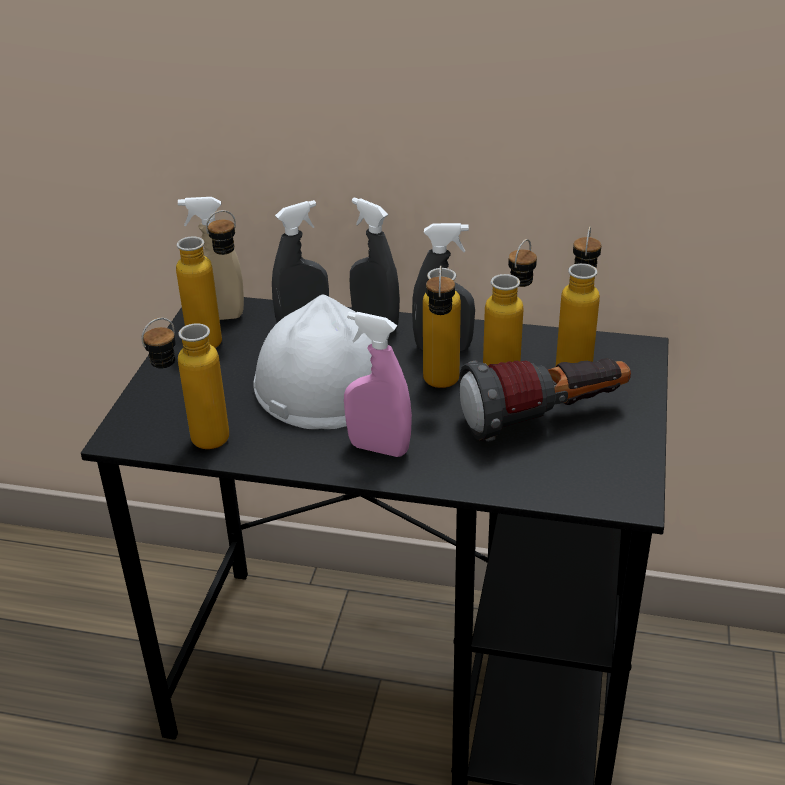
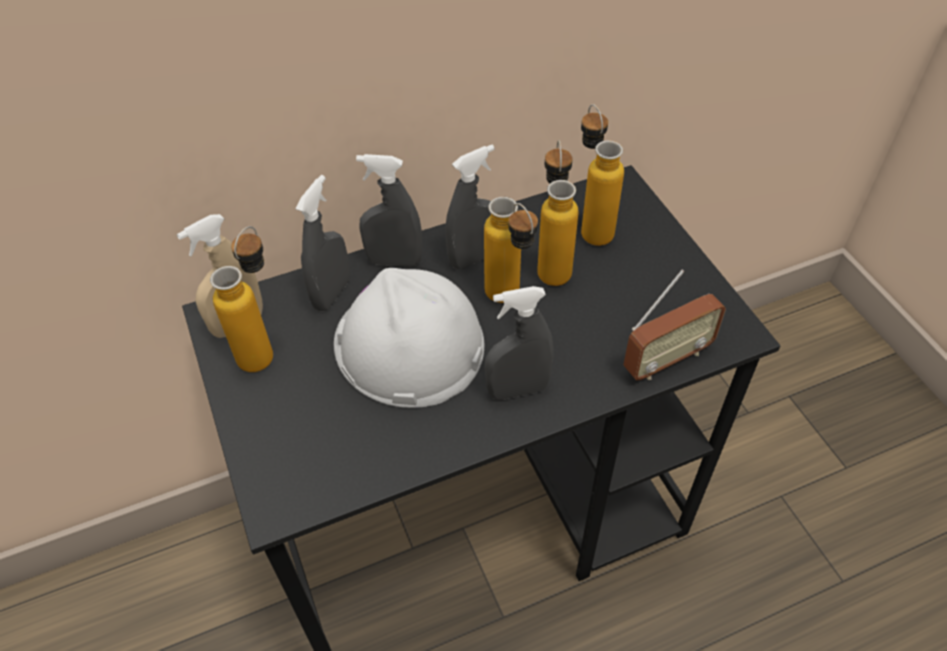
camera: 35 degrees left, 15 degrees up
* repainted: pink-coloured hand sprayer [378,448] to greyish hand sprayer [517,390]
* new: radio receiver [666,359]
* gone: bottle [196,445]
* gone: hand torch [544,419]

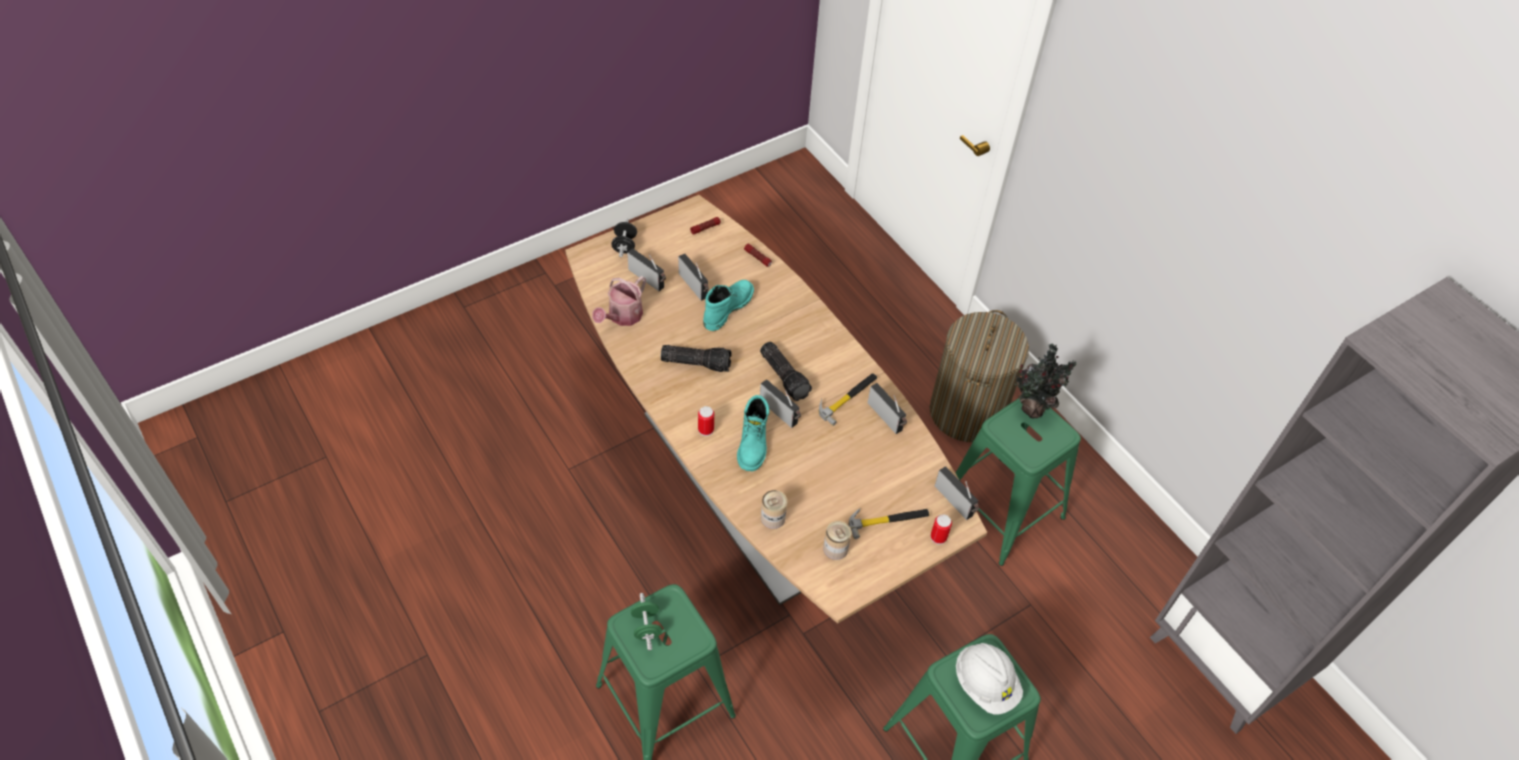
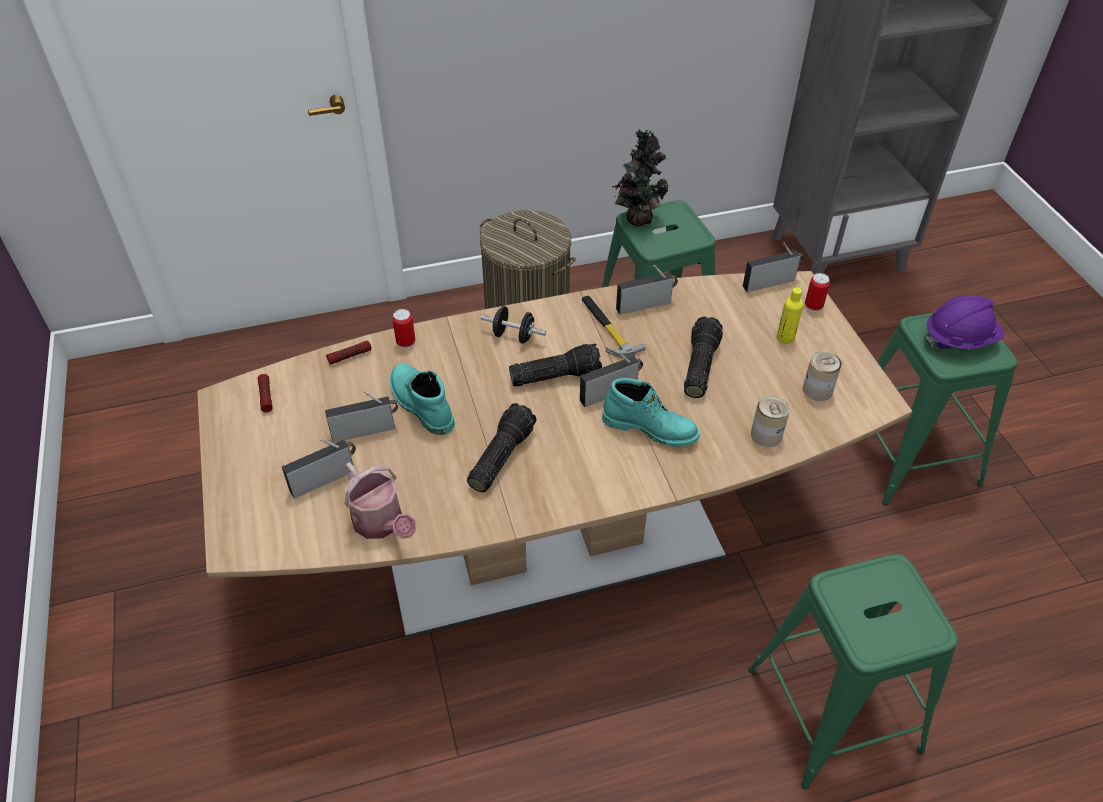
camera: 70 degrees left, 5 degrees down
* shifted: can [706,430] to [406,342]
* shifted: blackish dumbbell [624,245] to [513,336]
* new: hand torch [698,366]
* swapped: hand hammer [888,520] to yellowish bottle [785,338]
* repainted: whitish work helmet [985,684] to purplish work helmet [959,339]
* gone: green-coloured dumbbell [646,627]

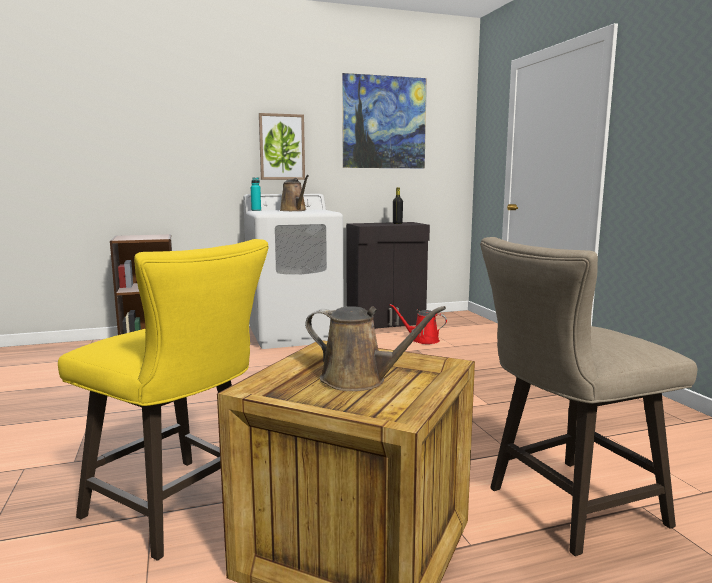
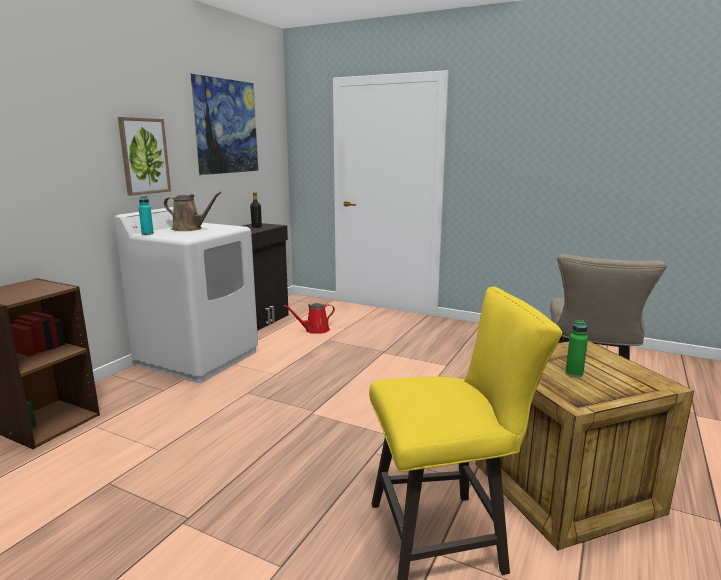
camera: 45 degrees left, 5 degrees up
* swapped: brown sprinkling can [359,380] to green-coloured bottle [574,373]

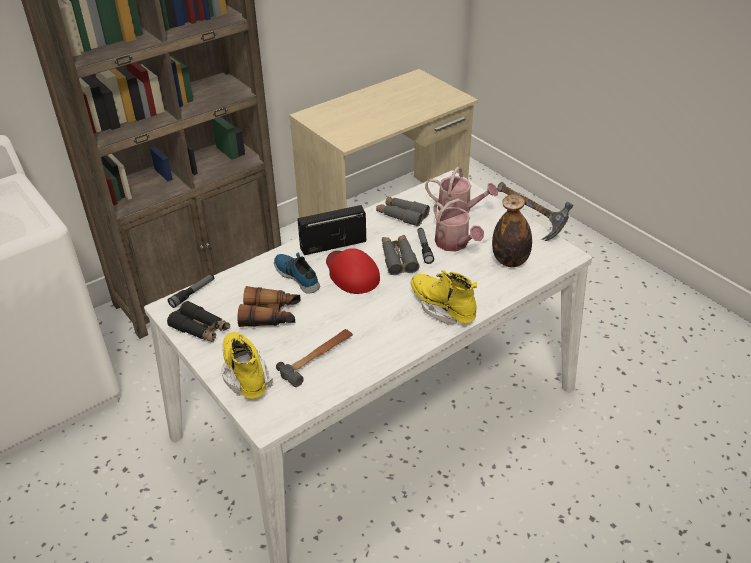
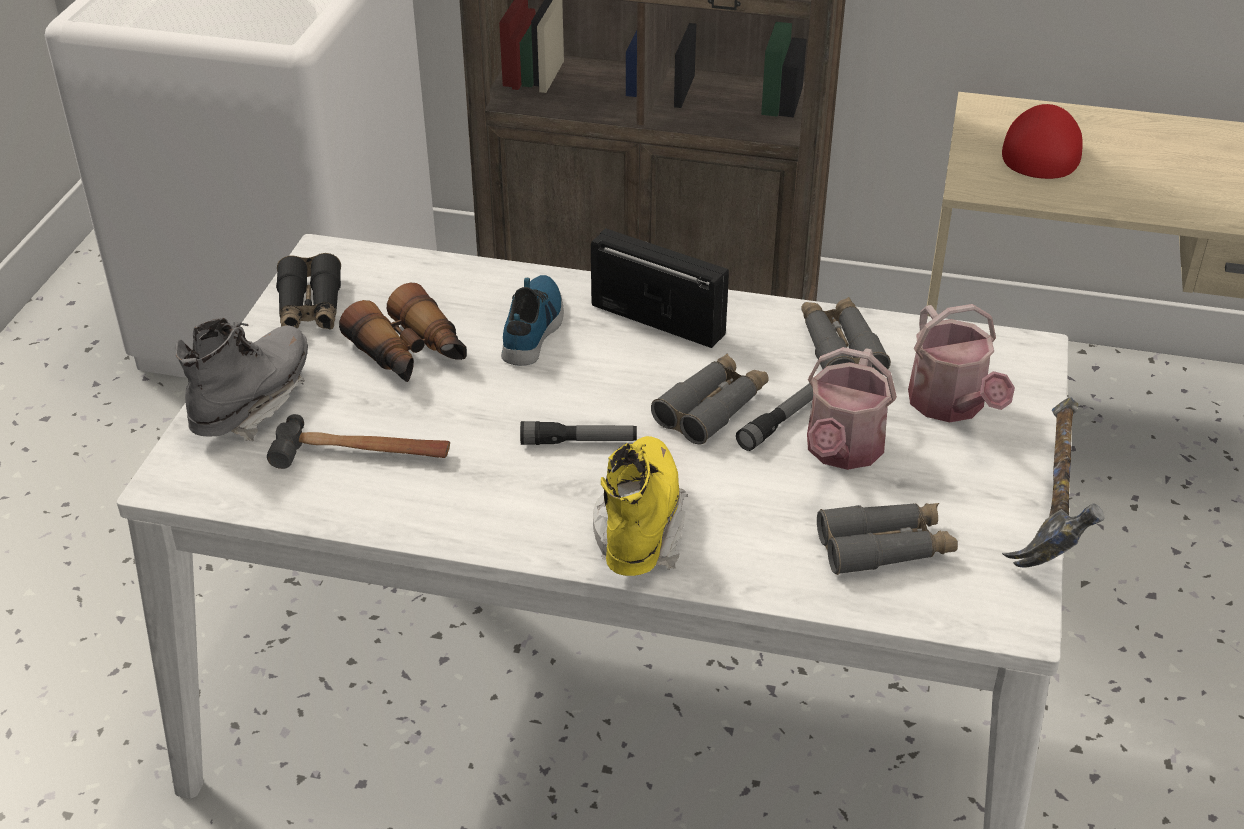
camera: 50 degrees right, 0 degrees up
* repainted: yellowish boot [245,375] to greyish boot [253,404]
* shifted: hand torch [193,293] to [579,442]
* swapped: bottle [510,261] to greyish binoculars [885,547]
* shifted: red-coloured peaked cap [351,273] to [1042,149]

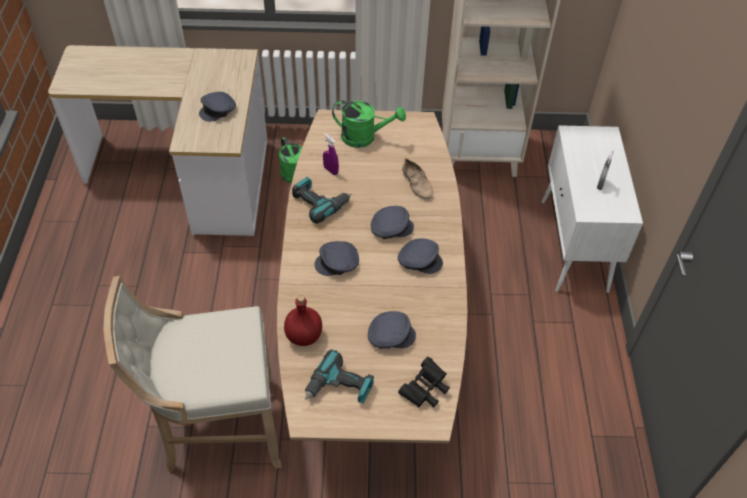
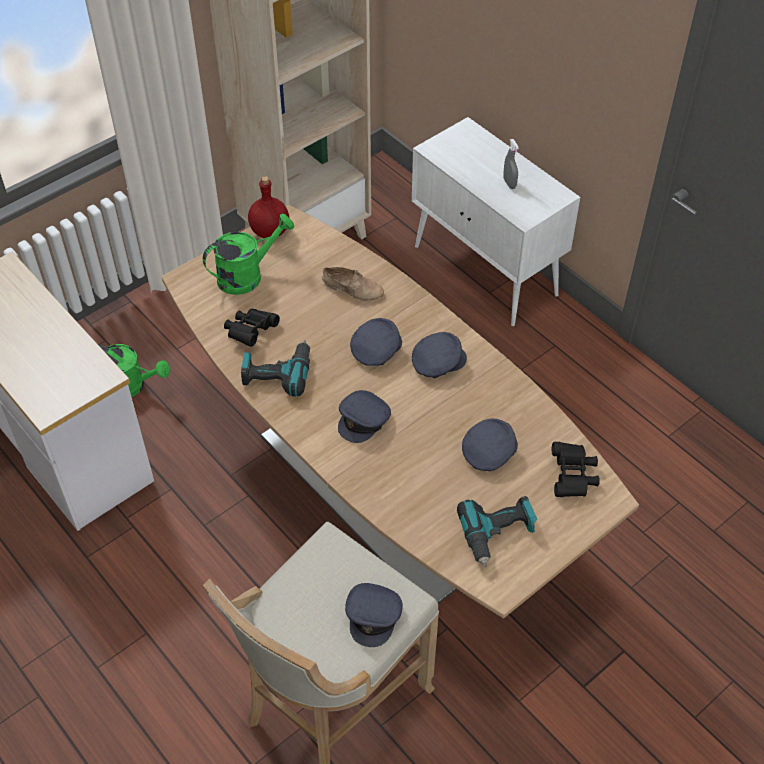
camera: 40 degrees left, 0 degrees up
* swapped: purplish hand sprayer [331,170] to blackish binoculars [250,332]
* shifted: red-coloured bottle [304,336] to [270,231]
* shifted: greyish peaked cap [218,110] to [373,616]

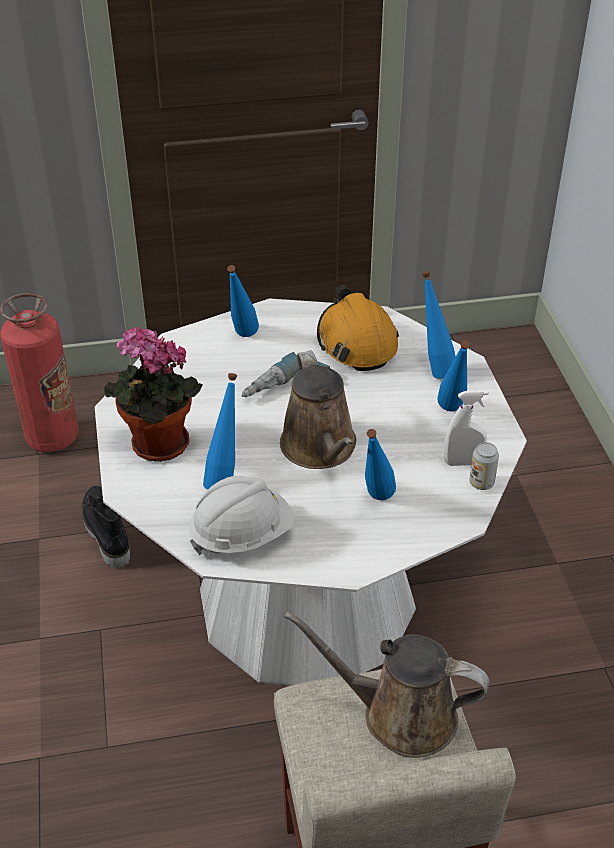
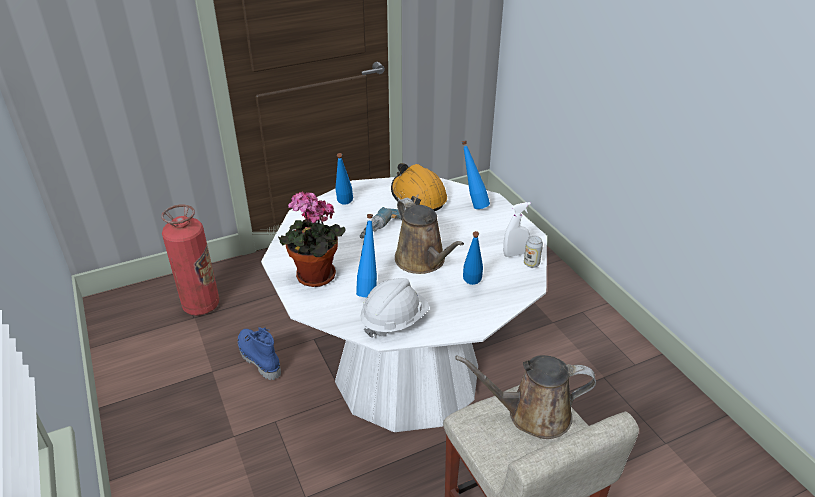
camera: 15 degrees left, 5 degrees down
* repainted: blackish boot [105,533] to blue-coloured boot [258,359]
* gone: blue-coloured bottle [451,413]

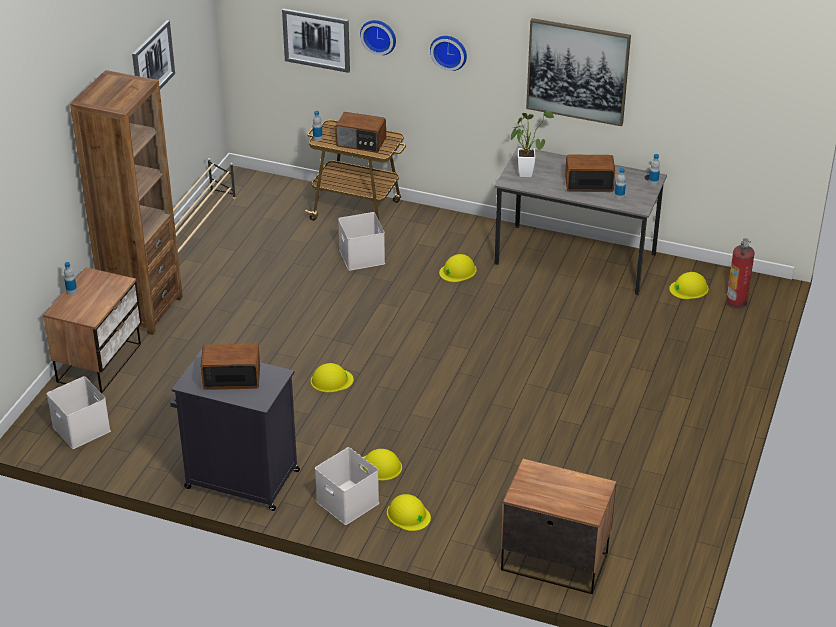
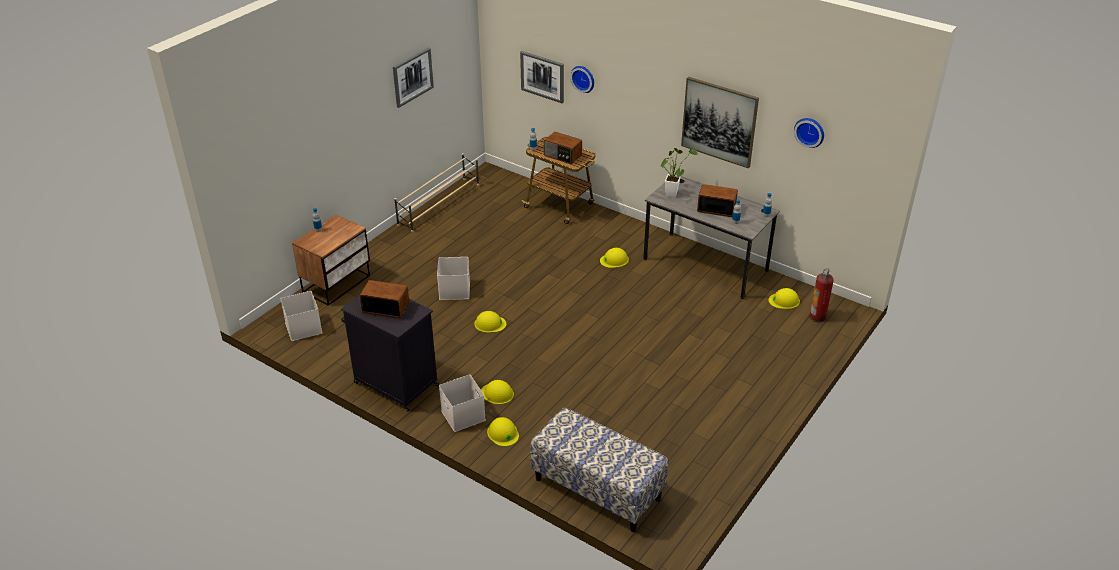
camera: 15 degrees right, 0 degrees up
* shifted: whitish storage box [360,256] to [454,289]
* swapped: bedside table [554,560] to long seat [597,489]
* shifted: hanging clock [449,51] to [810,131]
* gone: brown bookshelf [142,310]

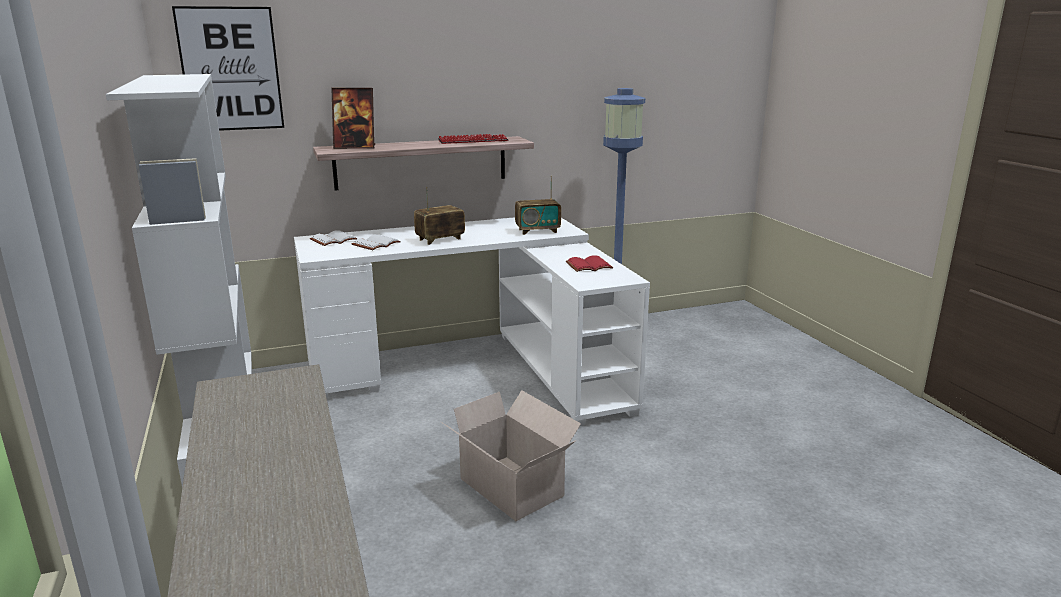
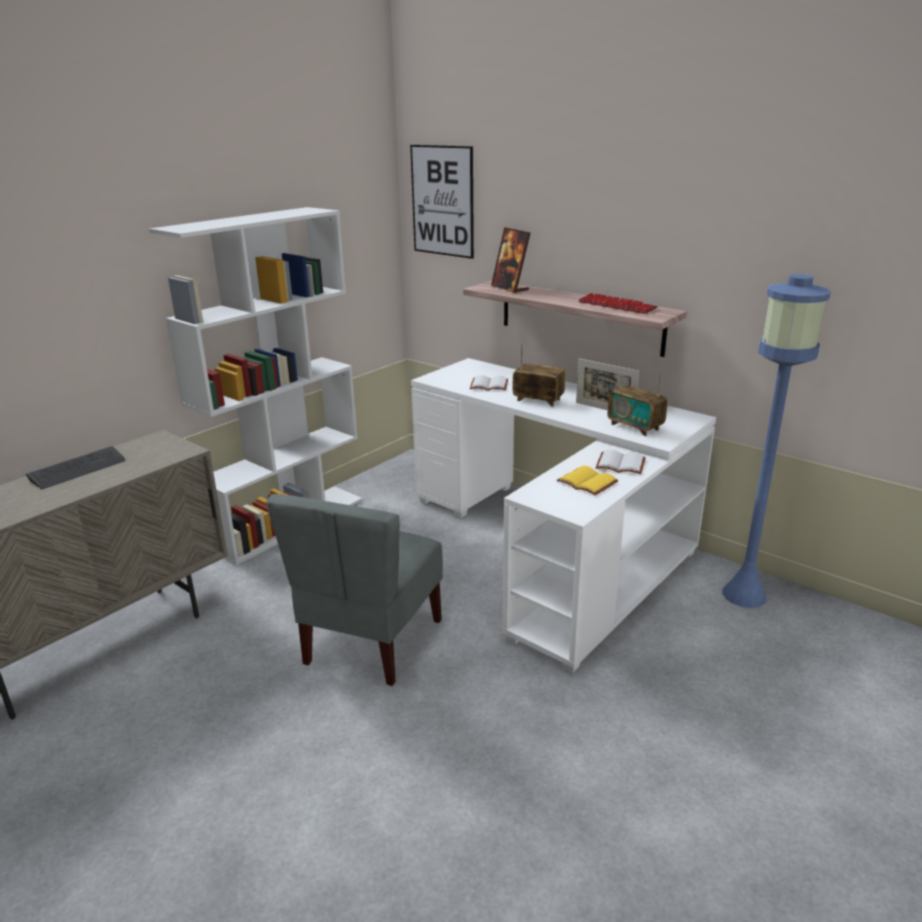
camera: 60 degrees right, 5 degrees up
* new: PC keyboard [78,469]
* swapped: cardboard box [512,489] to greyish plain chair [371,642]
* repainted: red-coloured book [589,265] to yellowish book [588,482]
* new: standing frame [604,409]
* shifted: whitish book [333,240] to [621,464]

